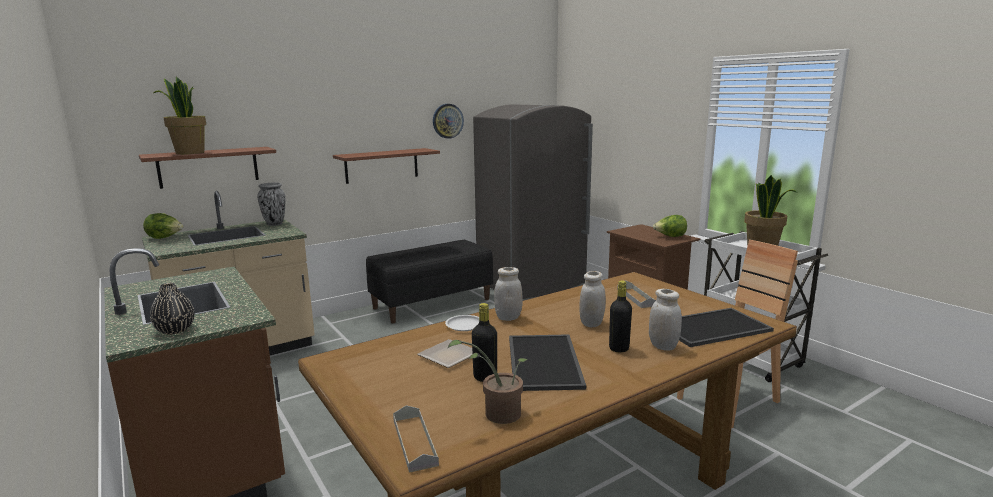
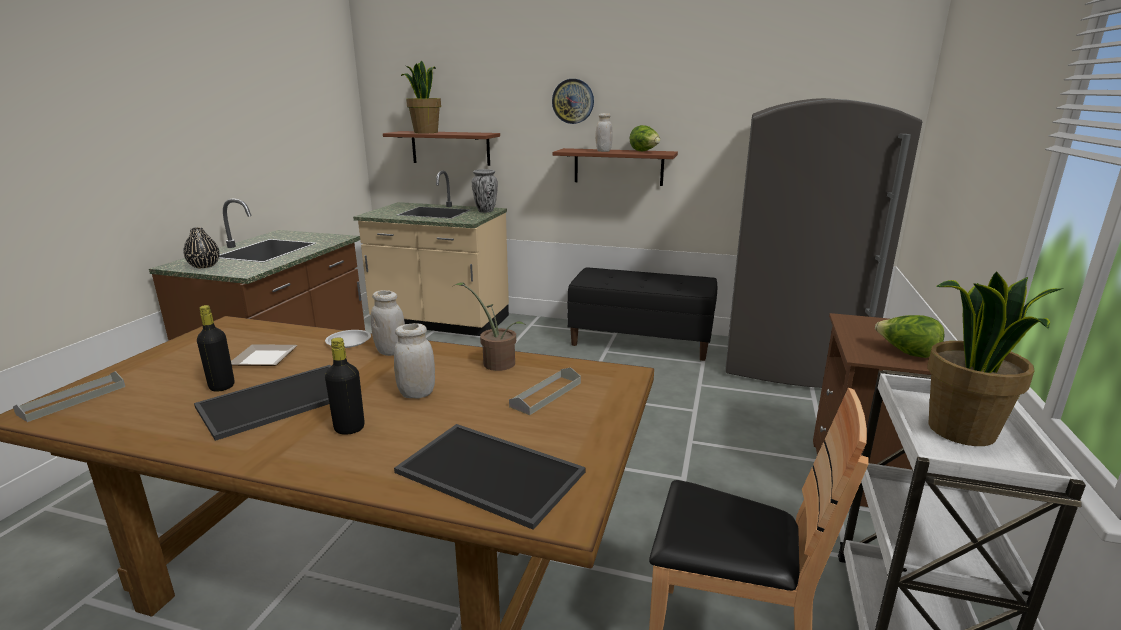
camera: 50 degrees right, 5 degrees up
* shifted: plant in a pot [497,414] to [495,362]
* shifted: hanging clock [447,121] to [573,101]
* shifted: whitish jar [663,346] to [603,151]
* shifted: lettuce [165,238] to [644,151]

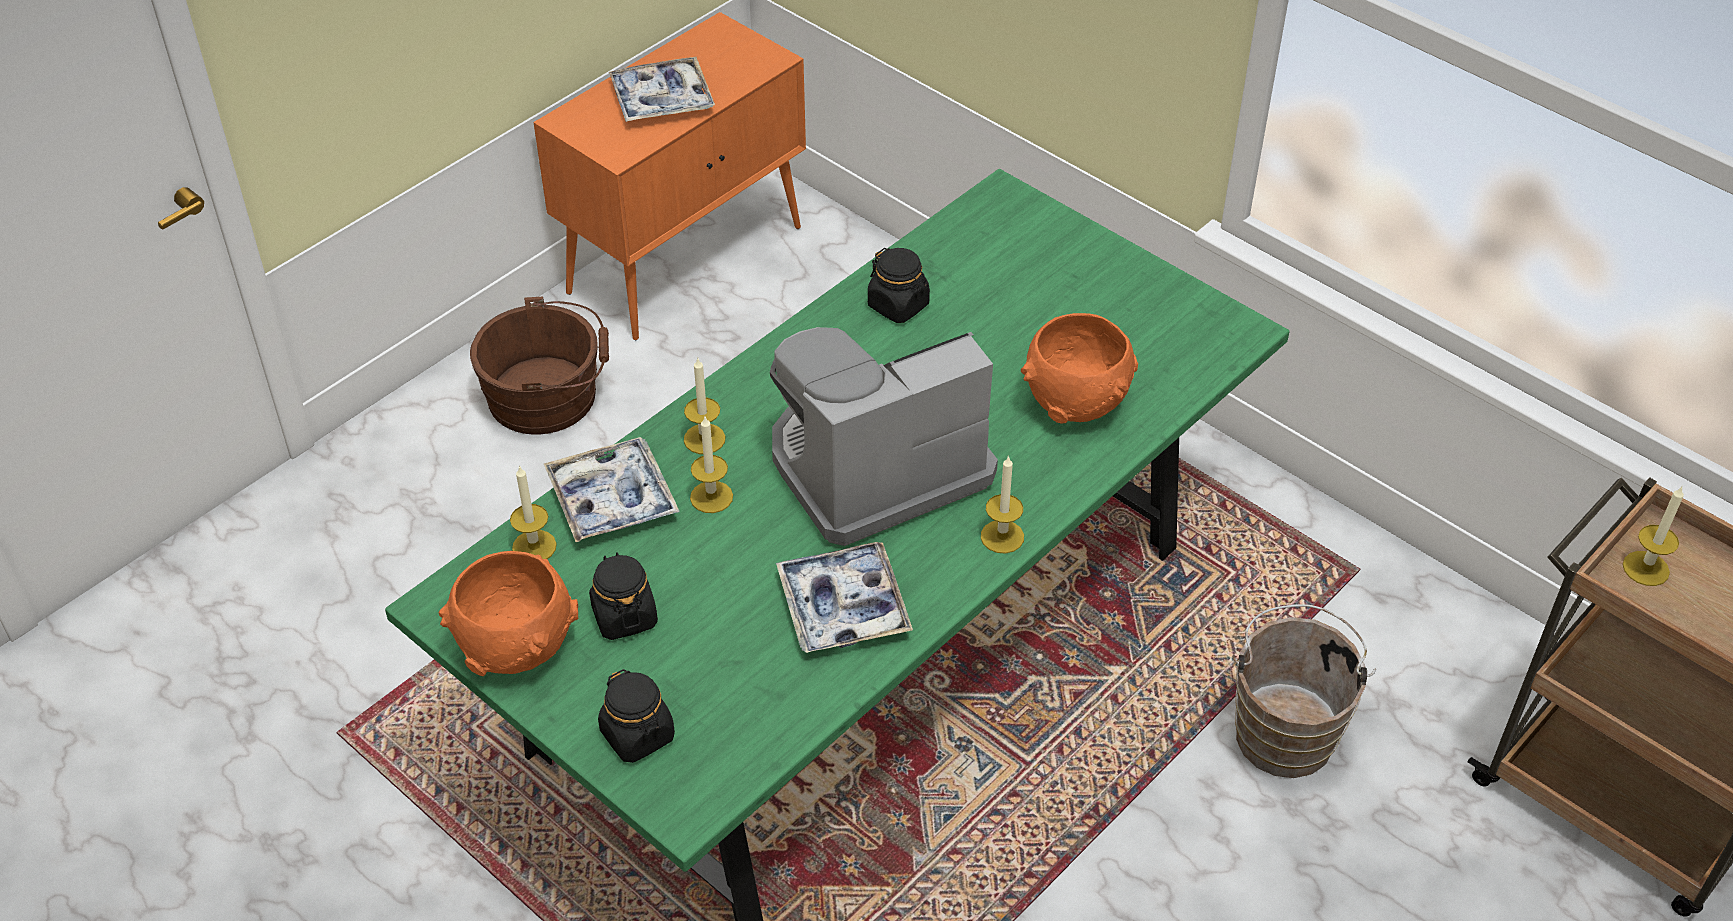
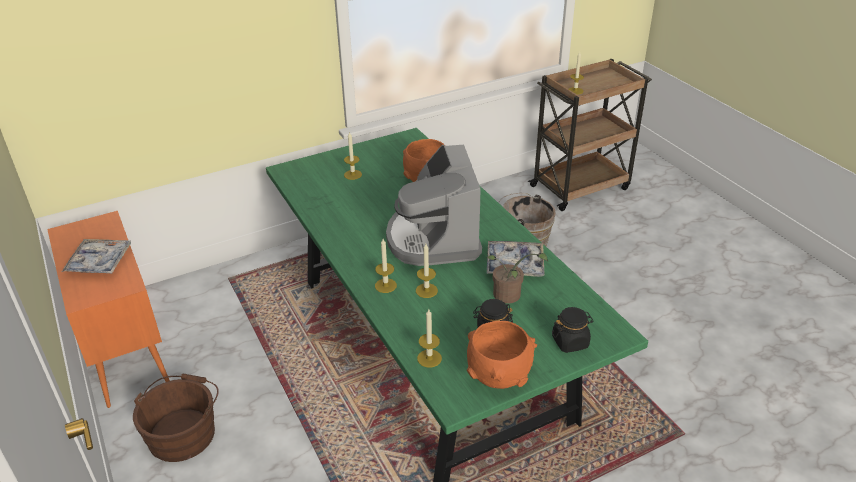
camera: 70 degrees left, 10 degrees down
* shifted: wax candle [1002,536] to [353,174]
* new: plant in a pot [509,297]
* gone: serving tray [612,499]
* gone: blackish jar [898,305]

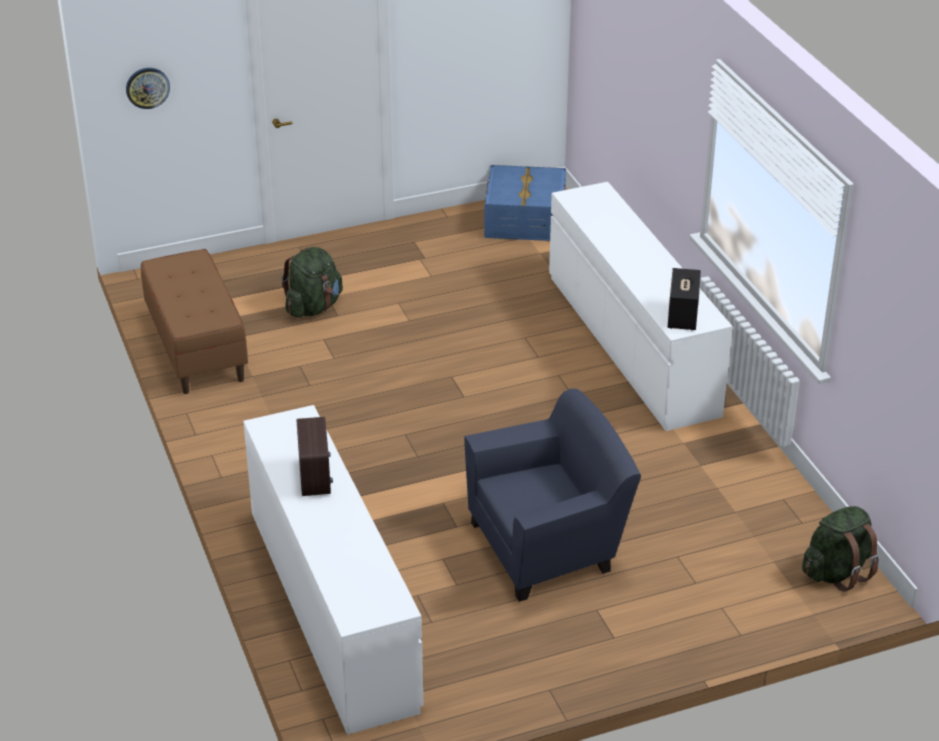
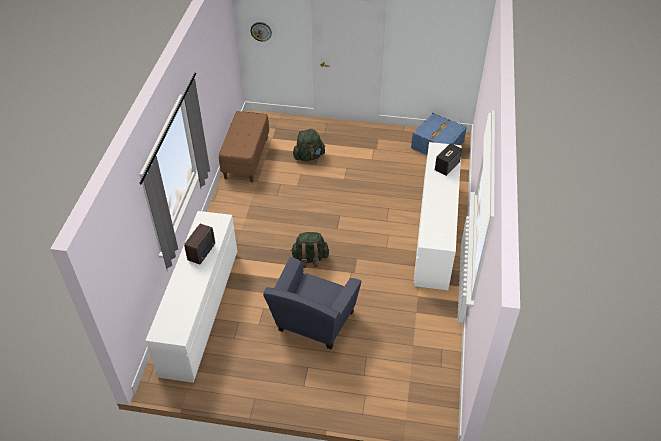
camera: 30 degrees right, 10 degrees up
* rotated: blue-coloured armchair [549,546] = [313,323] 105 degrees clockwise
* shifted: green-coloured rucksack [837,572] to [310,258]
* shifted: speaker [682,315] to [447,166]

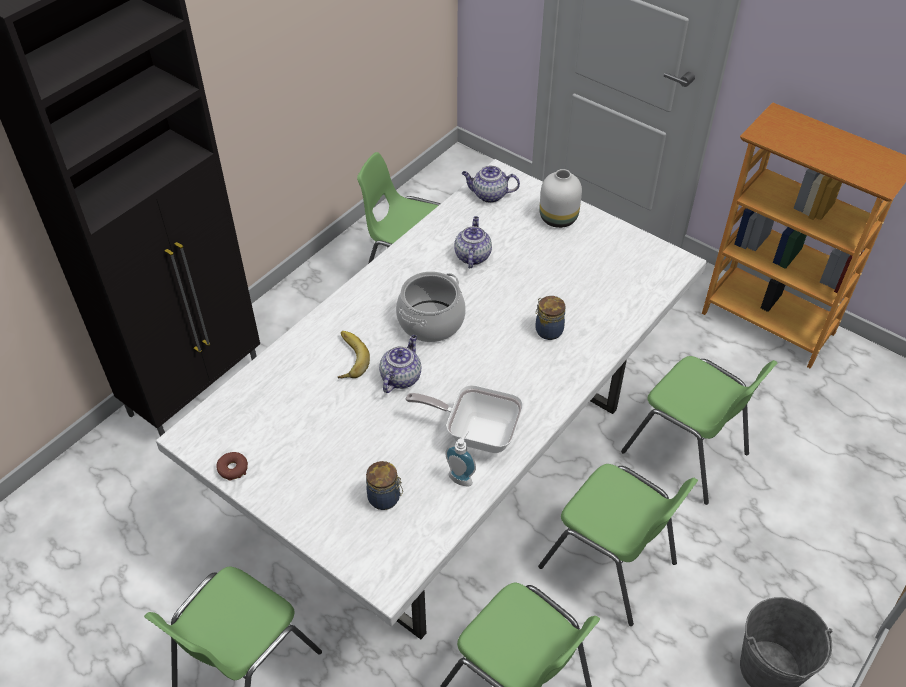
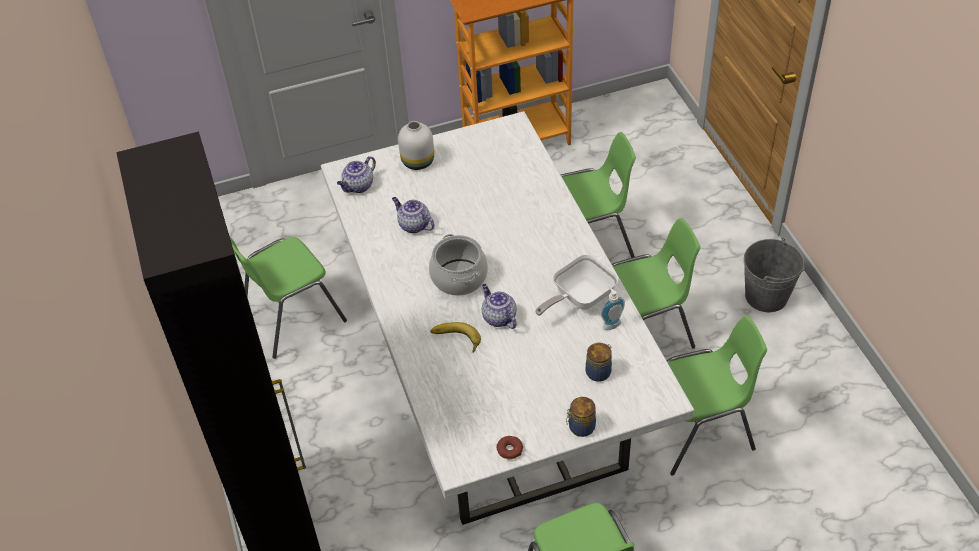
camera: 55 degrees left, 0 degrees up
* shifted: jar [548,330] to [580,427]

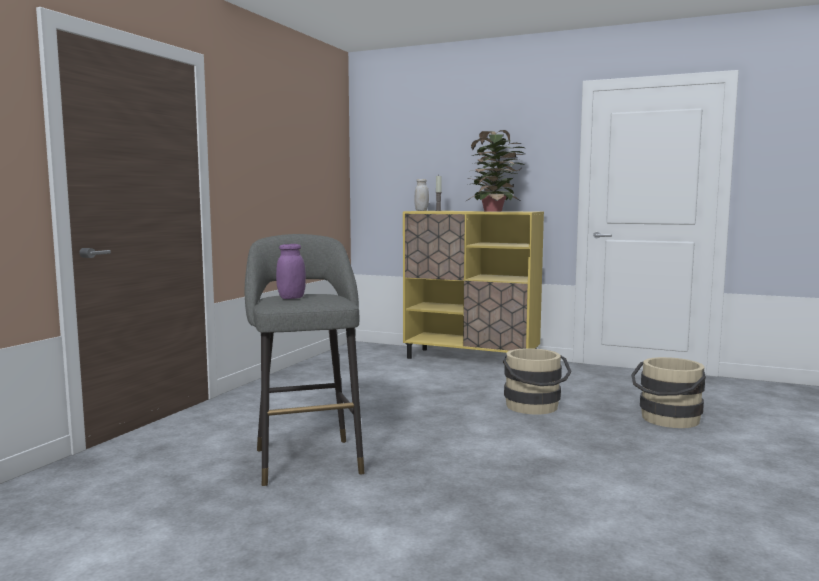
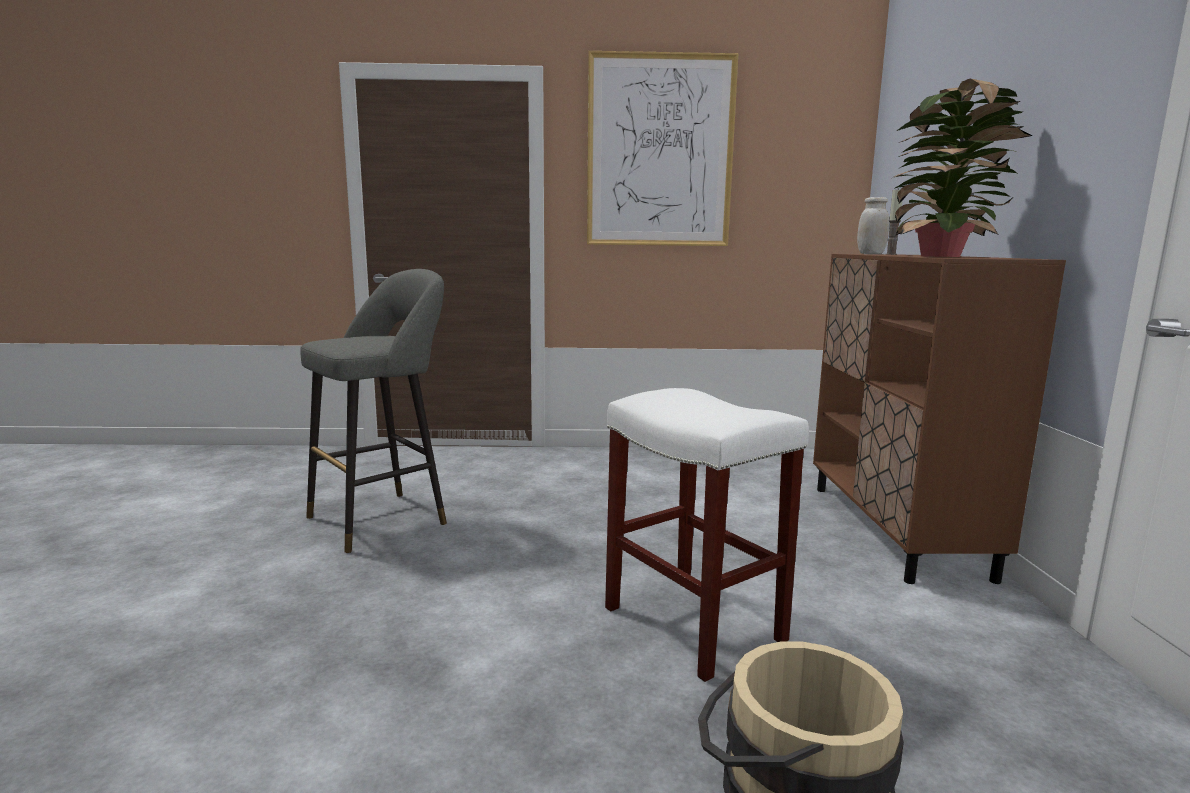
camera: 65 degrees right, 5 degrees up
* new: wall picture [659,152]
* swapped: sand-coloured pail [534,408] to whitish stool seat [690,623]
* repainted: yellowish storage cabinet [471,359] to brown storage cabinet [895,529]
* gone: purplish jar [291,298]

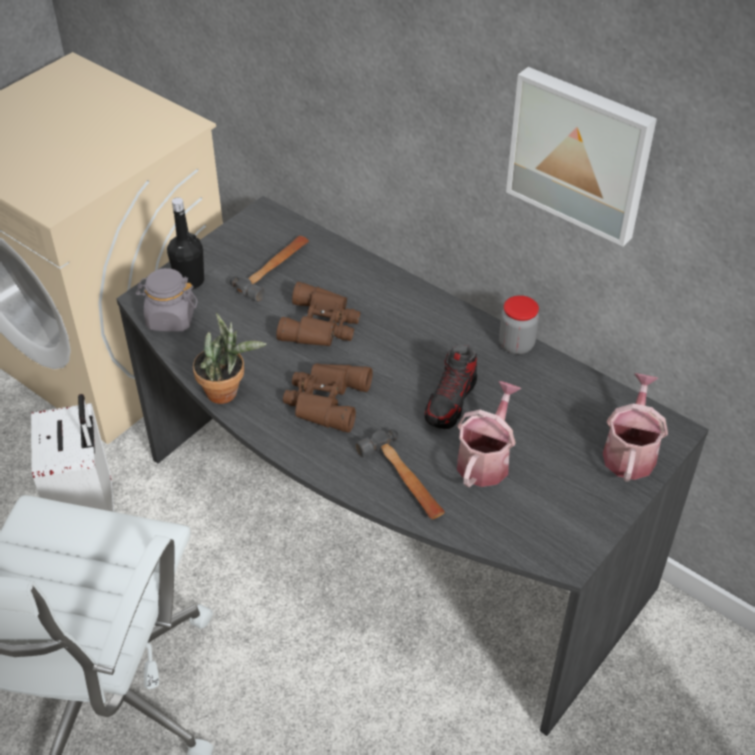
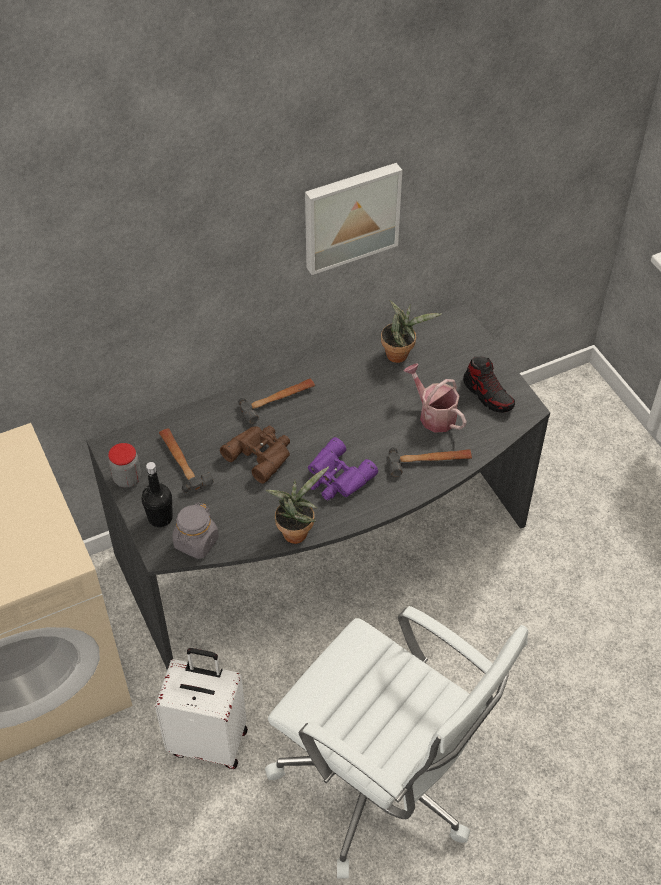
camera: 65 degrees left, 5 degrees up
* shifted: jar [516,345] to [127,478]
* new: hand hammer [278,401]
* repainted: brown binoculars [324,400] to purplish binoculars [336,478]
* new: plant in a pot [400,354]
* shifted: shoe [451,401] to [488,394]
* gone: sprinkling can [630,452]

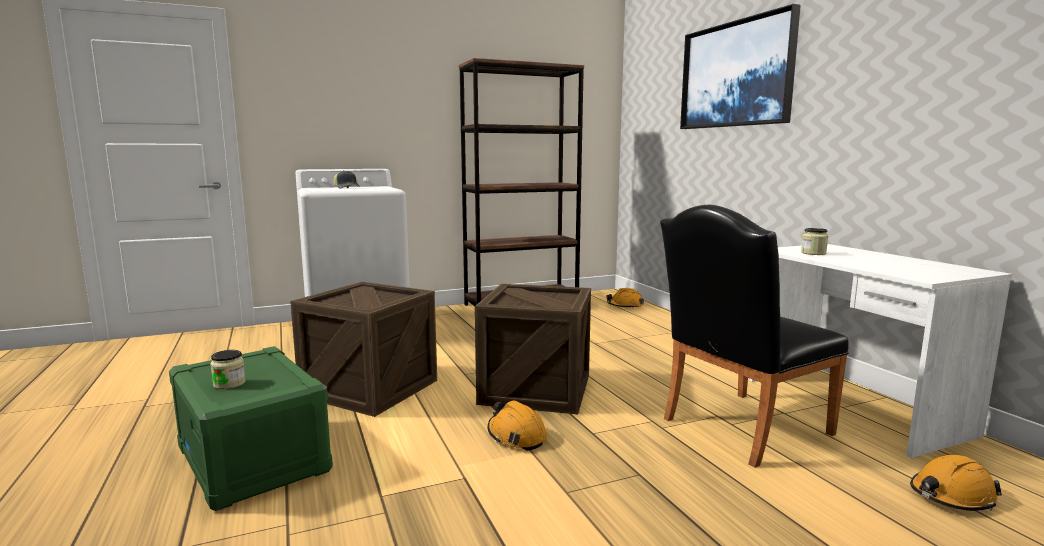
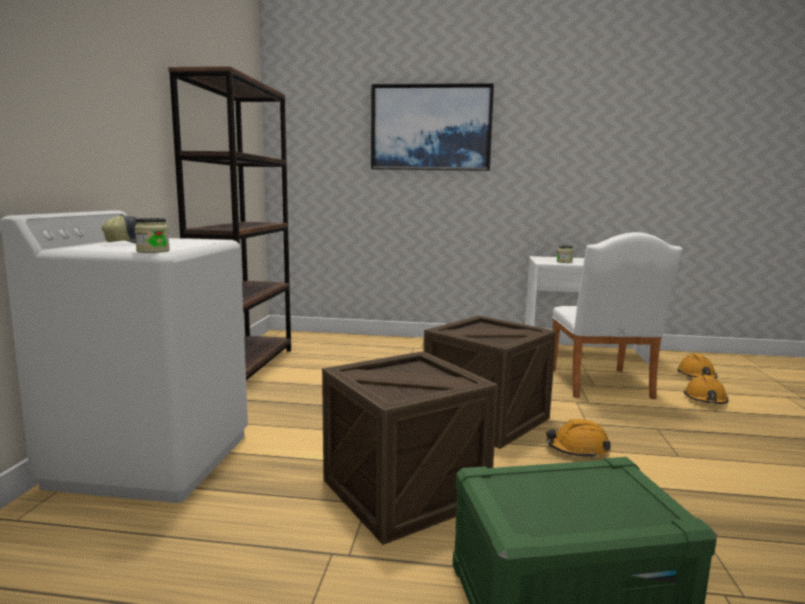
camera: 60 degrees left, 0 degrees up
* shifted: jar [229,383] to [153,251]
* repainted: blackish plain chair [739,428] to whitish plain chair [601,385]
* shifted: orangey work helmet [625,306] to [705,399]

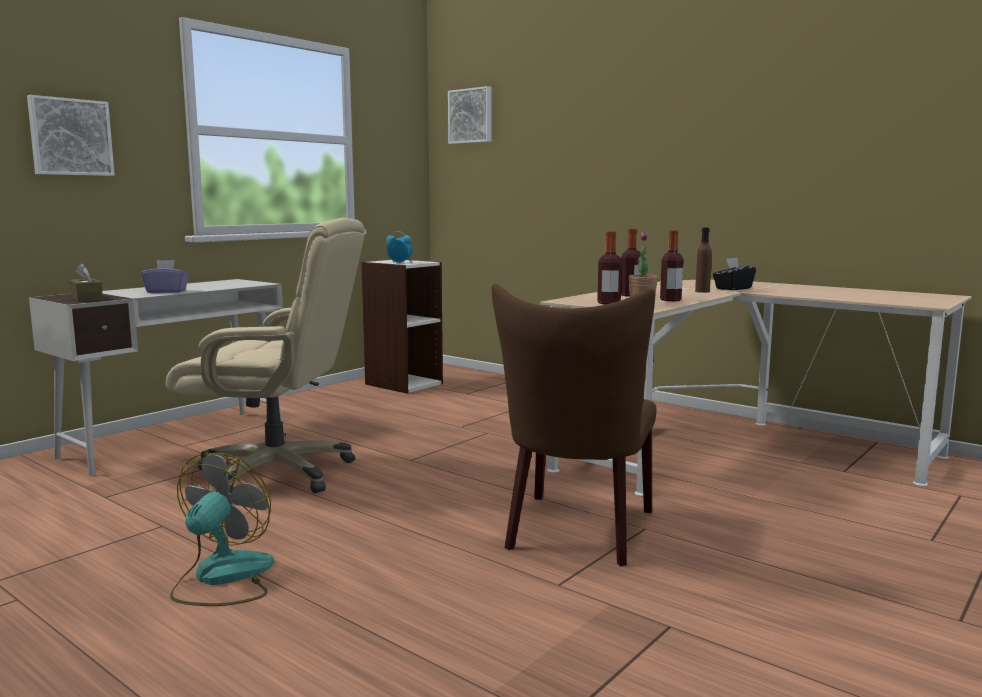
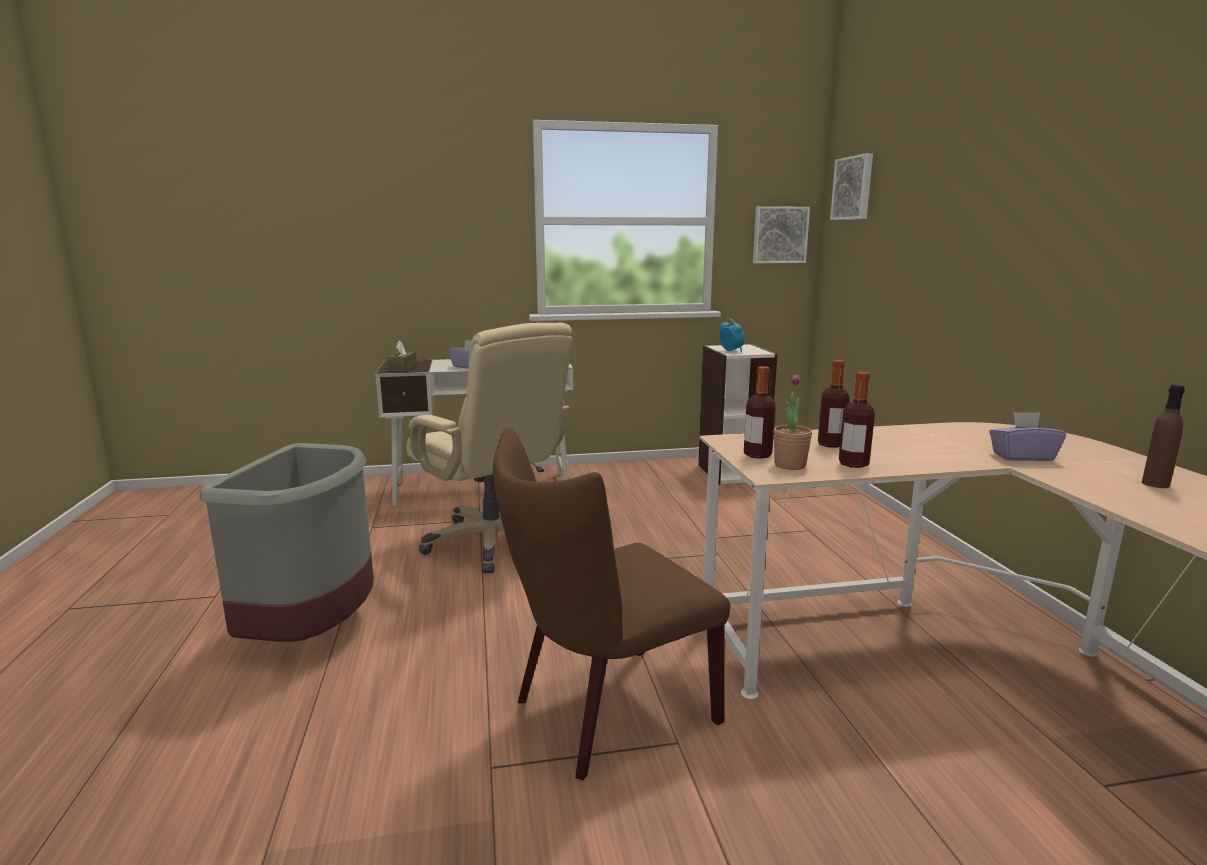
camera: 40 degrees right, 5 degrees up
* swapped: electric fan [222,578] to greyish trash can [314,630]
* shifted: wall picture [70,137] to [779,235]
* repainted: blackish tissue holder [733,288] to purplish tissue holder [1022,456]
* shifted: brown bottle [702,291] to [1155,484]

